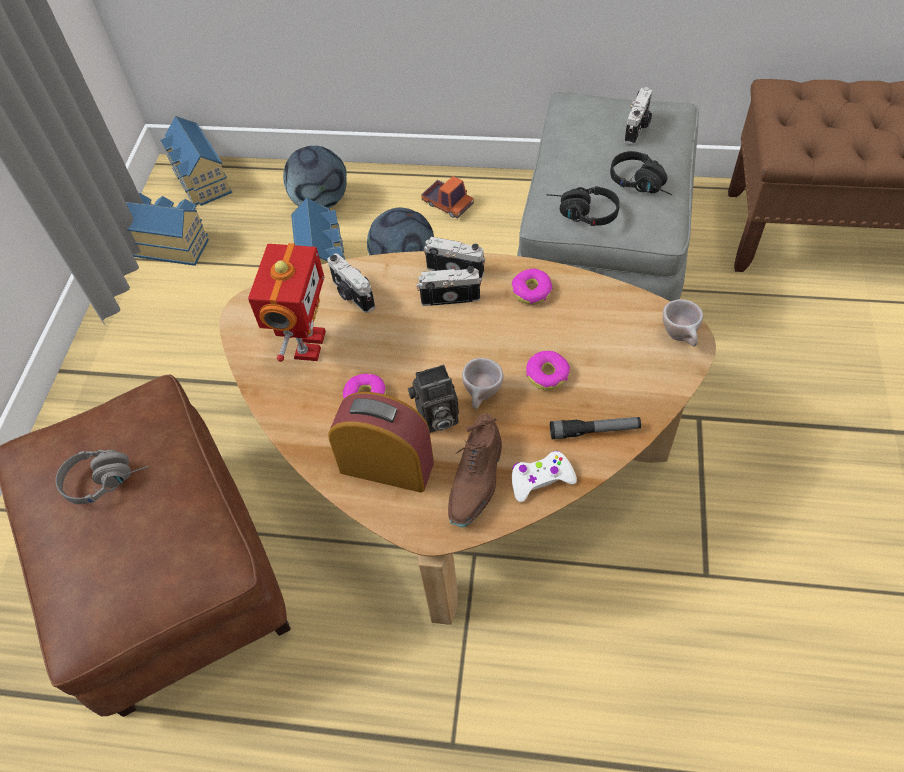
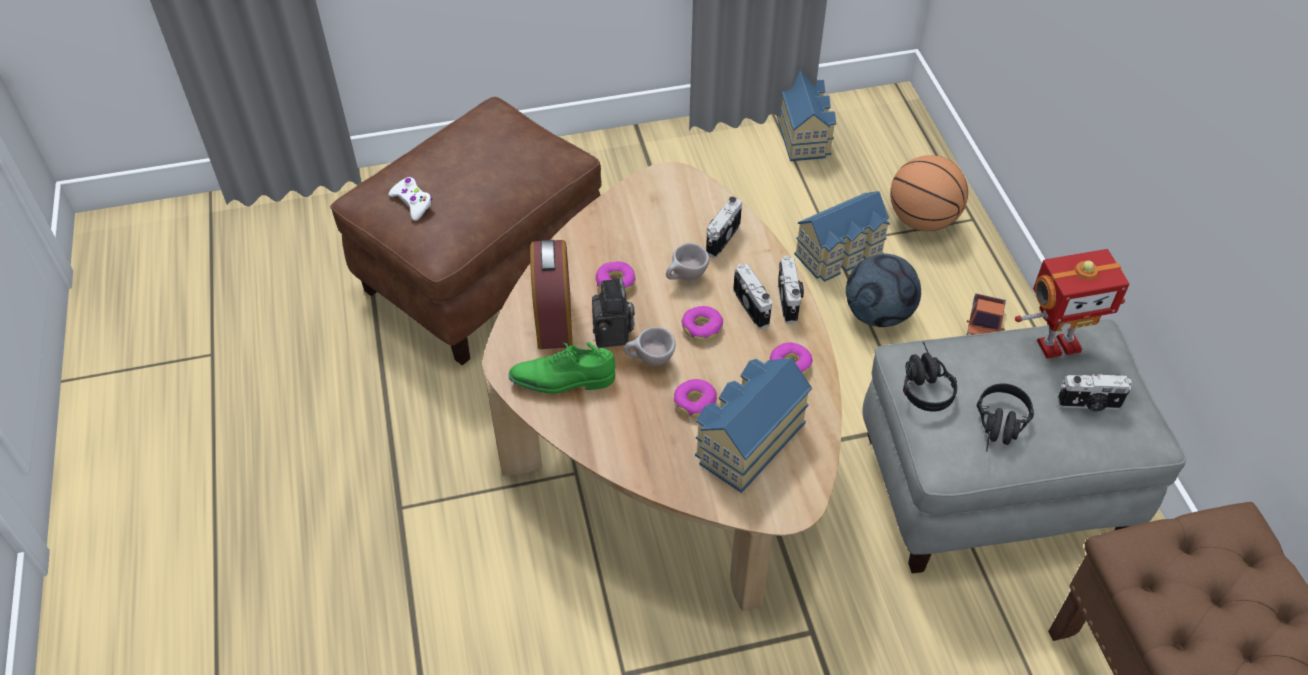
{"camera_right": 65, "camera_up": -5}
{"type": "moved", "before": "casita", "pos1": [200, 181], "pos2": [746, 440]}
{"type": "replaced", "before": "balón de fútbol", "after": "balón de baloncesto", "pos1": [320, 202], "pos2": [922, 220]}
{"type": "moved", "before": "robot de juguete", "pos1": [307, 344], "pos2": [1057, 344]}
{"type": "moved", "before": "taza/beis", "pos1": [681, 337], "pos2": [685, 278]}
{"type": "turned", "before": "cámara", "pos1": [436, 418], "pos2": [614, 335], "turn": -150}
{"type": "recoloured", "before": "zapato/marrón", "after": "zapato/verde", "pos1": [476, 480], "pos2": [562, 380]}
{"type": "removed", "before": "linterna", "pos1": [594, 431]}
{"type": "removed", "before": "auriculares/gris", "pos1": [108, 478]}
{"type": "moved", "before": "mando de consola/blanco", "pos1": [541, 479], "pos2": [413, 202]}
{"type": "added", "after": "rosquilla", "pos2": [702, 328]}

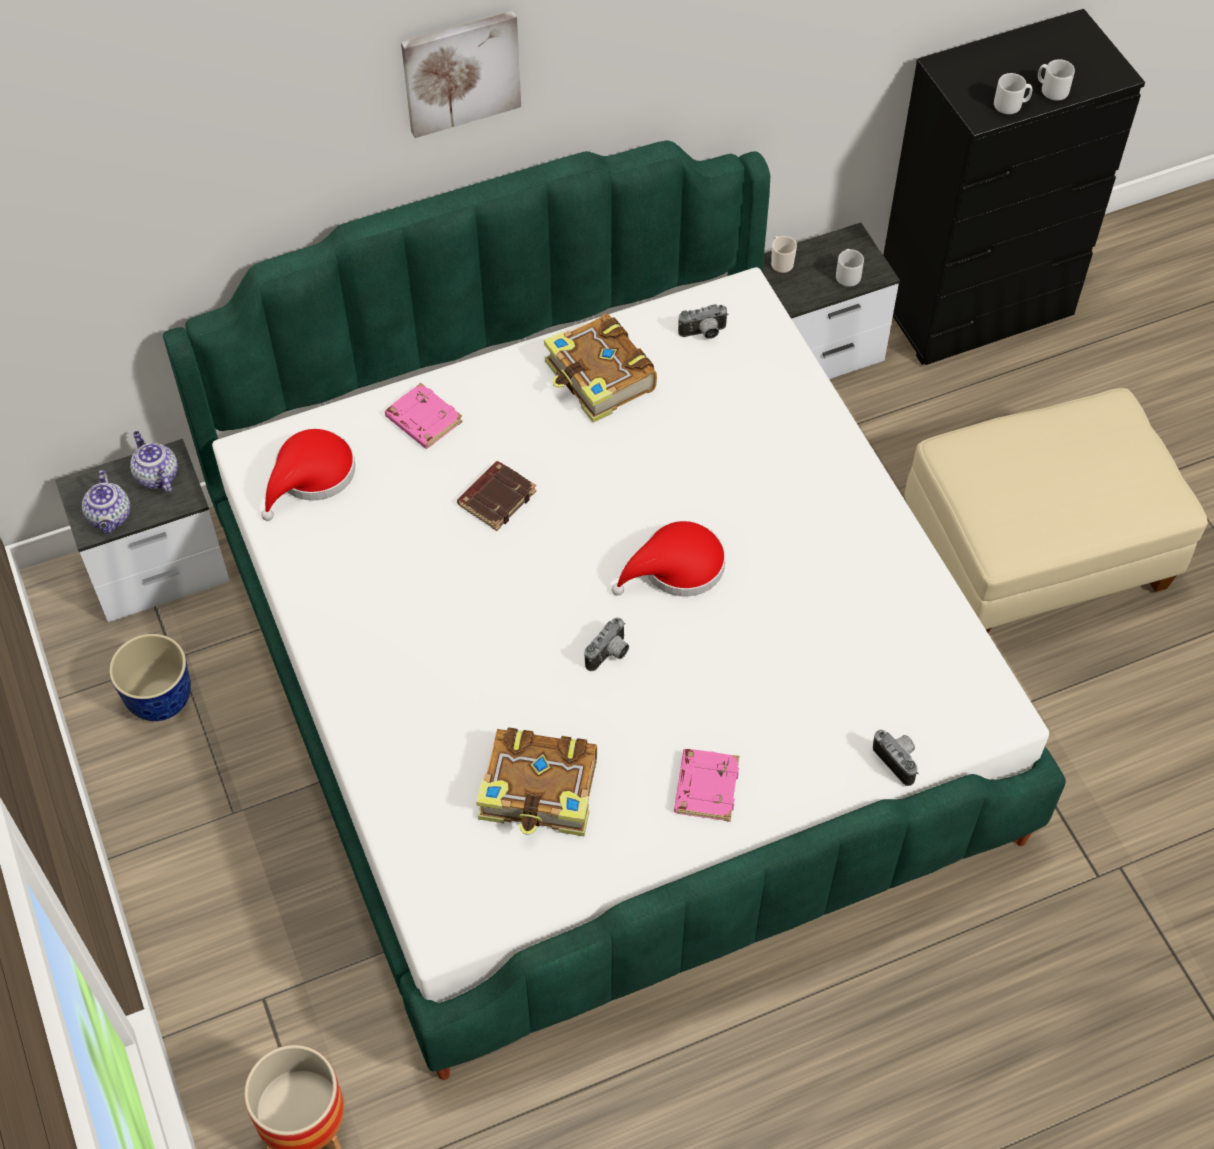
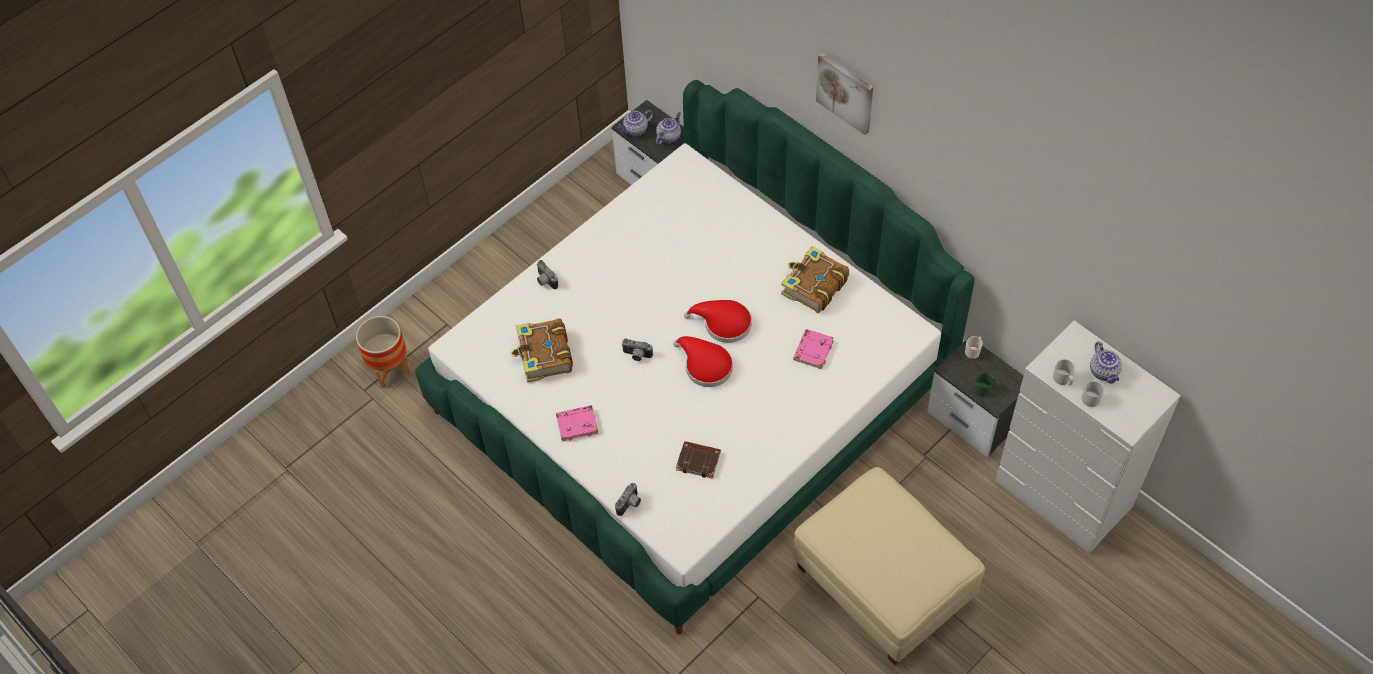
{"camera_right": 70, "camera_up": 0}
{"type": "recoloured", "before": "cómoda/negro", "after": "cómoda/blanco", "pos1": [975, 306], "pos2": [1063, 495]}
{"type": "recoloured", "before": "taza grande/gris", "after": "taza grande/verde", "pos1": [847, 275], "pos2": [984, 388]}
{"type": "moved", "before": "cámara", "pos1": [704, 334], "pos2": [545, 281]}
{"type": "moved", "before": "libro/rosa", "pos1": [422, 420], "pos2": [812, 350]}
{"type": "moved", "before": "sombrero/rojo", "pos1": [311, 476], "pos2": [723, 324]}
{"type": "moved", "before": "libro/marrón", "pos1": [496, 498], "pos2": [699, 461]}
{"type": "removed", "before": "maceta", "pos1": [161, 698]}
{"type": "added", "after": "tetera", "pos2": [1104, 372]}

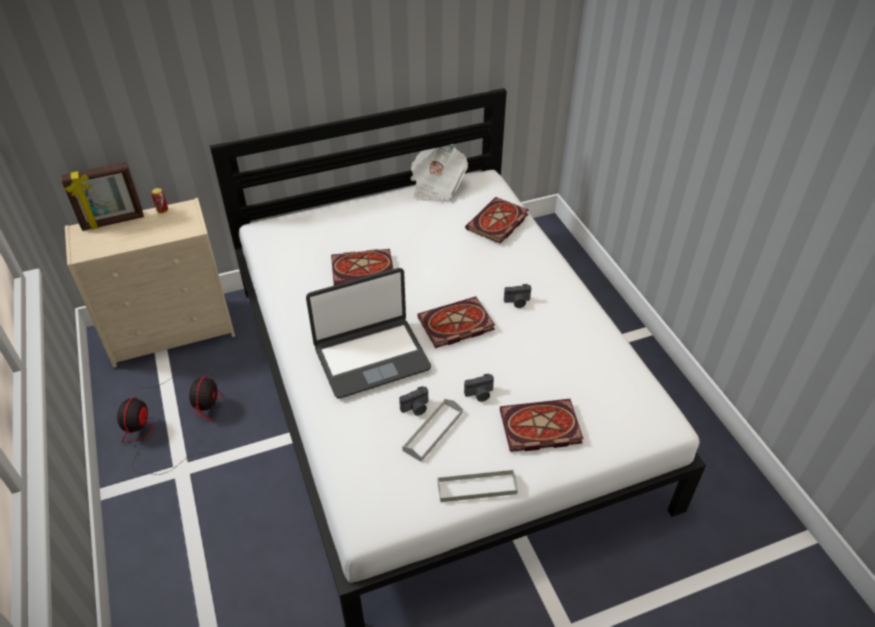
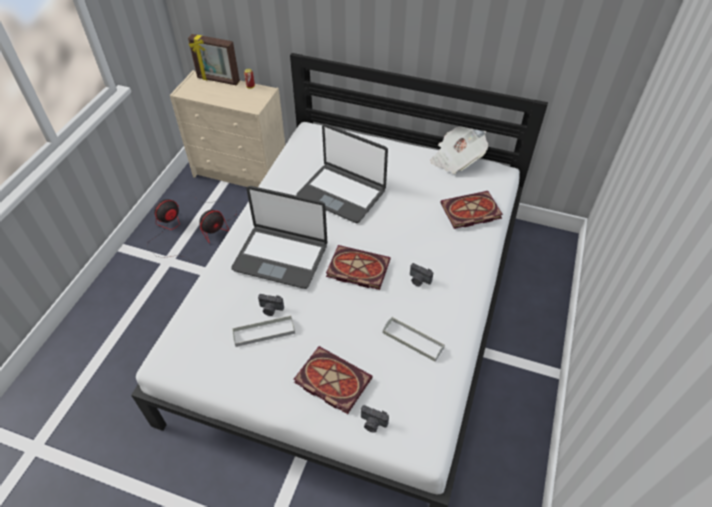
{"camera_right": 40, "camera_up": 5}
{"type": "replaced", "before": "libro", "after": "portátil", "pos1": [364, 269], "pos2": [342, 193]}
{"type": "moved", "before": "cámara", "pos1": [479, 394], "pos2": [372, 423]}
{"type": "moved", "before": "bandeja/gris", "pos1": [477, 487], "pos2": [413, 340]}

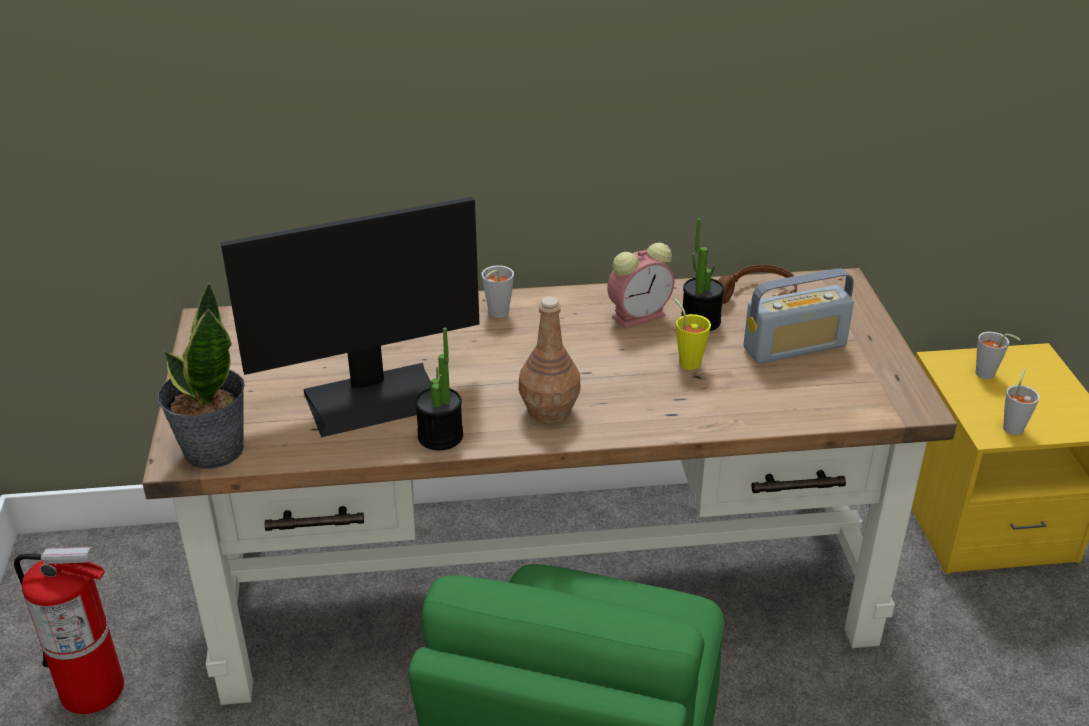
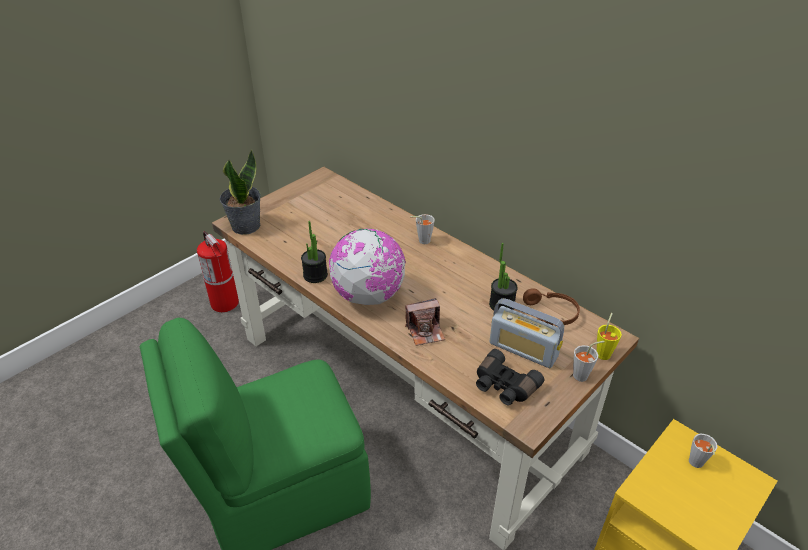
{"camera_right": 50, "camera_up": 5}
{"type": "removed", "before": "monitor", "pos1": [374, 398]}
{"type": "removed", "before": "despertador", "pos1": [640, 315]}
{"type": "replaced", "before": "botella/marrón", "after": "globo terráqueo", "pos1": [550, 410], "pos2": [369, 295]}
{"type": "moved", "before": "taza/amarillo", "pos1": [687, 360], "pos2": [604, 352]}
{"type": "moved", "before": "taza/gris", "pos1": [1014, 426], "pos2": [583, 375]}
{"type": "added", "after": "cámara", "pos2": [425, 331]}
{"type": "added", "after": "prismáticos/negro", "pos2": [503, 386]}

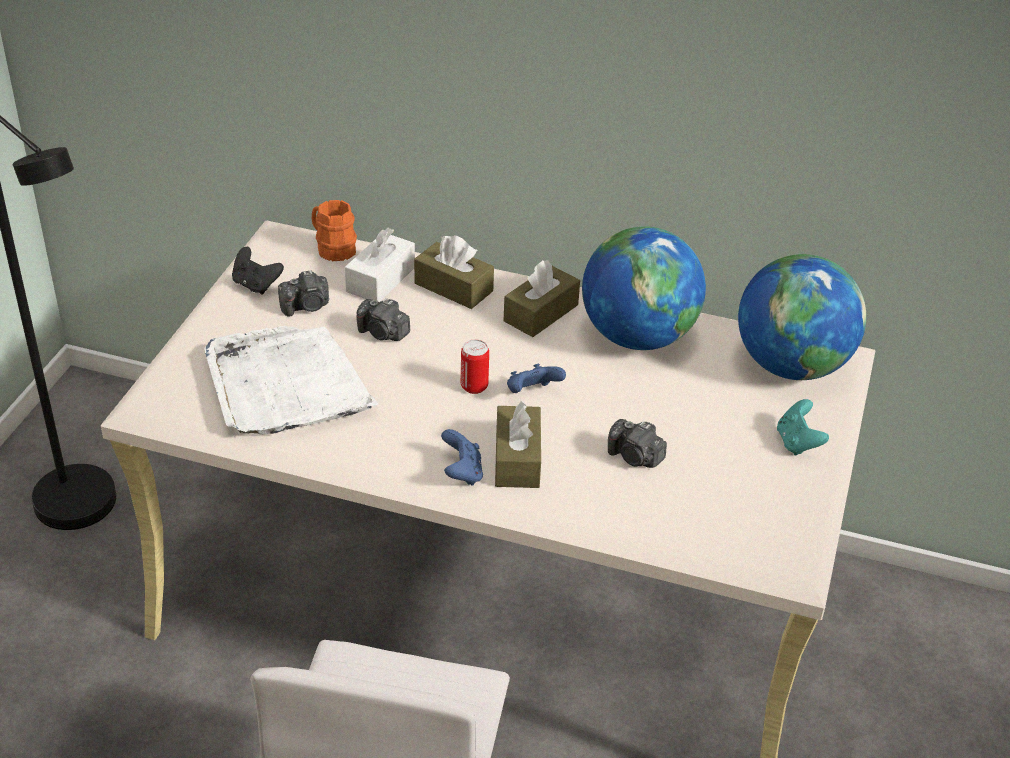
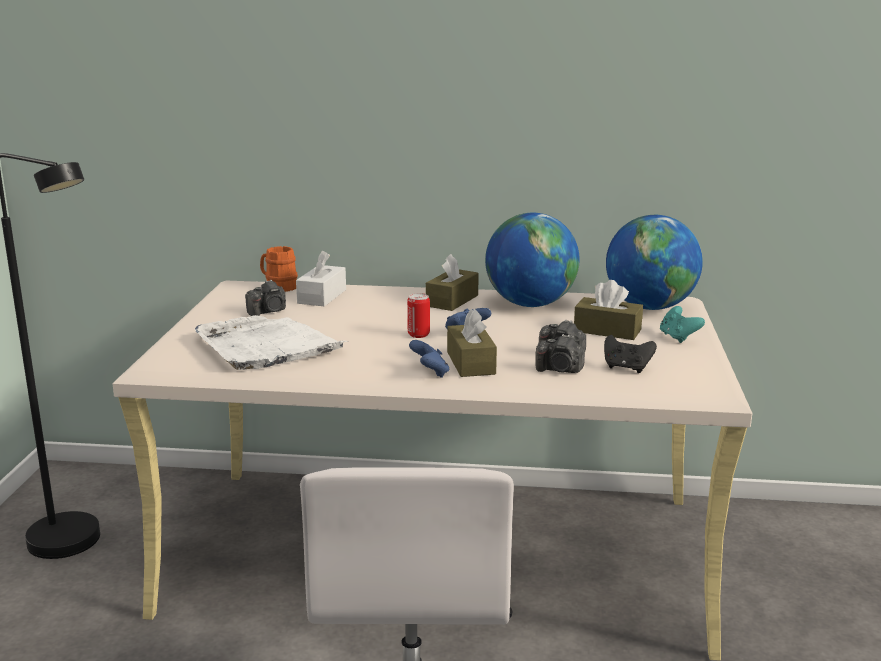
{"camera_right": -10, "camera_up": -20}
{"type": "moved", "before": "caja de pañuelos/marrón", "pos1": [453, 287], "pos2": [607, 330]}
{"type": "moved", "before": "mando de consola/negro", "pos1": [256, 285], "pos2": [626, 368]}
{"type": "moved", "before": "cámara", "pos1": [383, 333], "pos2": [559, 370]}

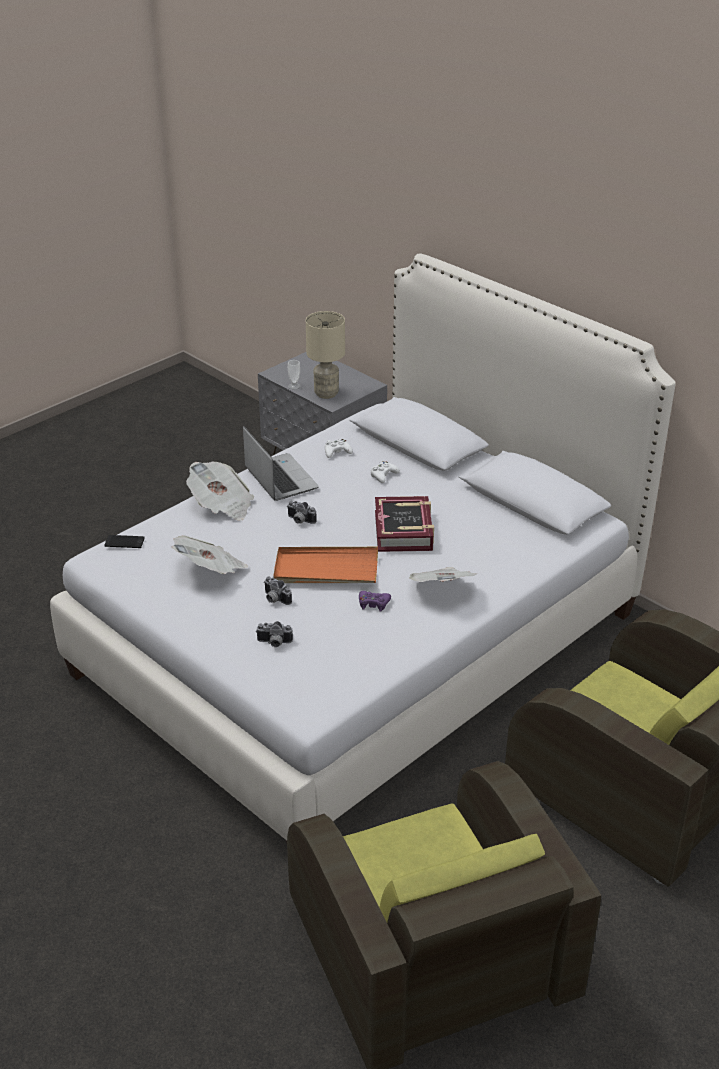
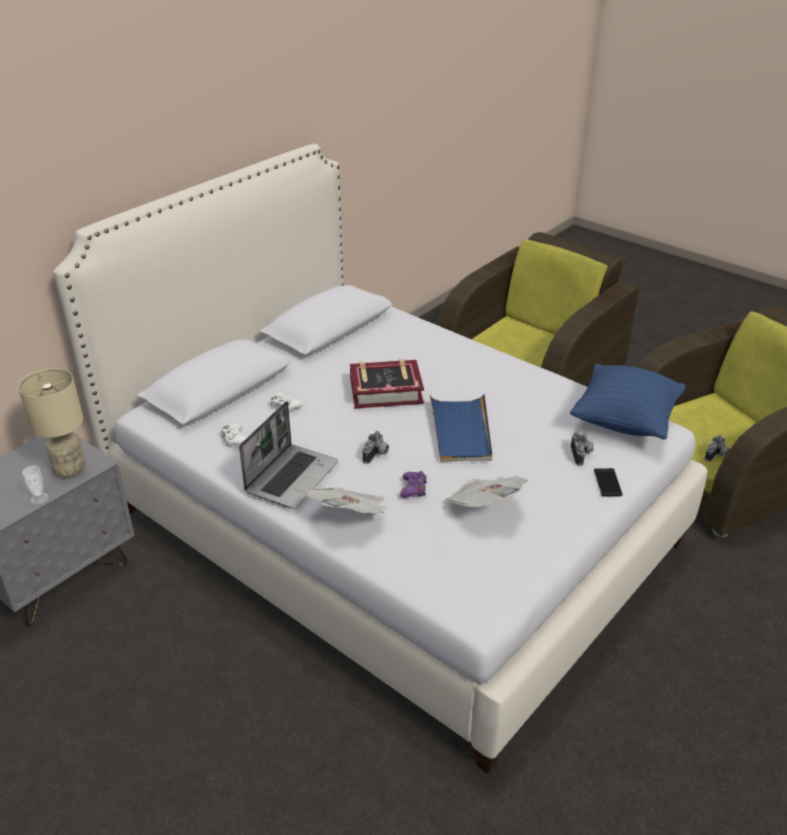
{"camera_right": -95, "camera_up": 0}
{"type": "turned", "before": "portátil", "pos1": [279, 479], "pos2": [291, 477], "turn": 150}
{"type": "moved", "before": "móvil", "pos1": [124, 542], "pos2": [607, 482]}
{"type": "recoloured", "before": "bandeja/naranja", "after": "bandeja/azul", "pos1": [326, 569], "pos2": [461, 431]}
{"type": "removed", "before": "periódico", "pos1": [441, 589]}
{"type": "moved", "before": "cámara", "pos1": [274, 599], "pos2": [716, 455]}
{"type": "moved", "before": "mando de consola/morado", "pos1": [373, 604], "pos2": [413, 489]}
{"type": "added", "after": "cojín/azul", "pos2": [624, 421]}

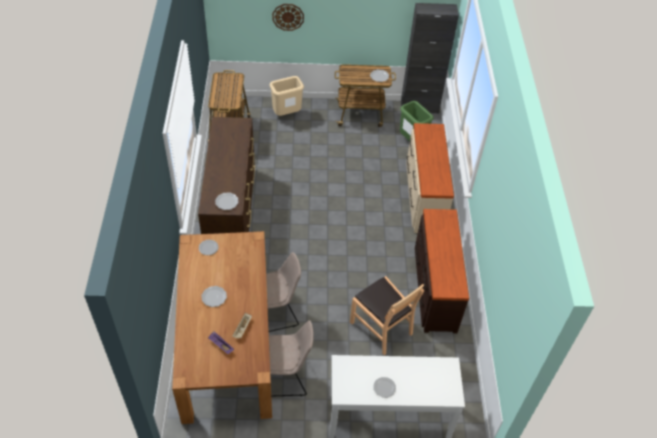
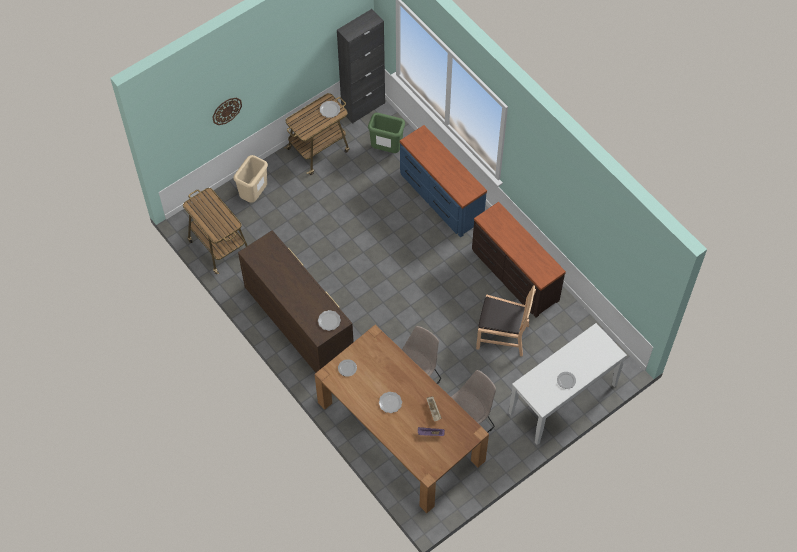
{"camera_right": -35, "camera_up": 10}
{"type": "recoloured", "before": "cómoda/beis", "after": "cómoda/azul", "pos1": [423, 196], "pos2": [440, 197]}

